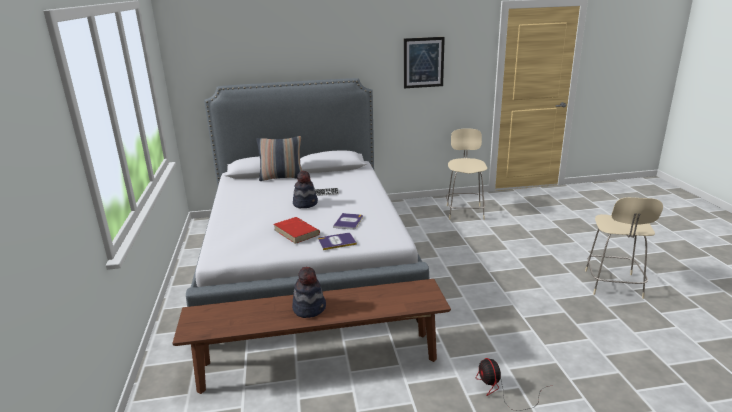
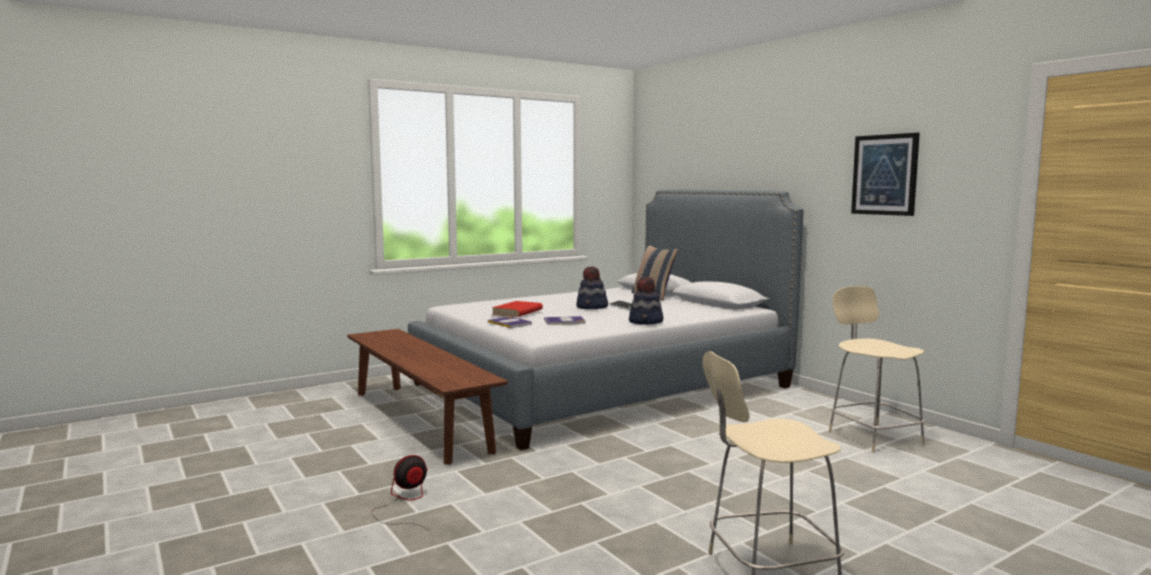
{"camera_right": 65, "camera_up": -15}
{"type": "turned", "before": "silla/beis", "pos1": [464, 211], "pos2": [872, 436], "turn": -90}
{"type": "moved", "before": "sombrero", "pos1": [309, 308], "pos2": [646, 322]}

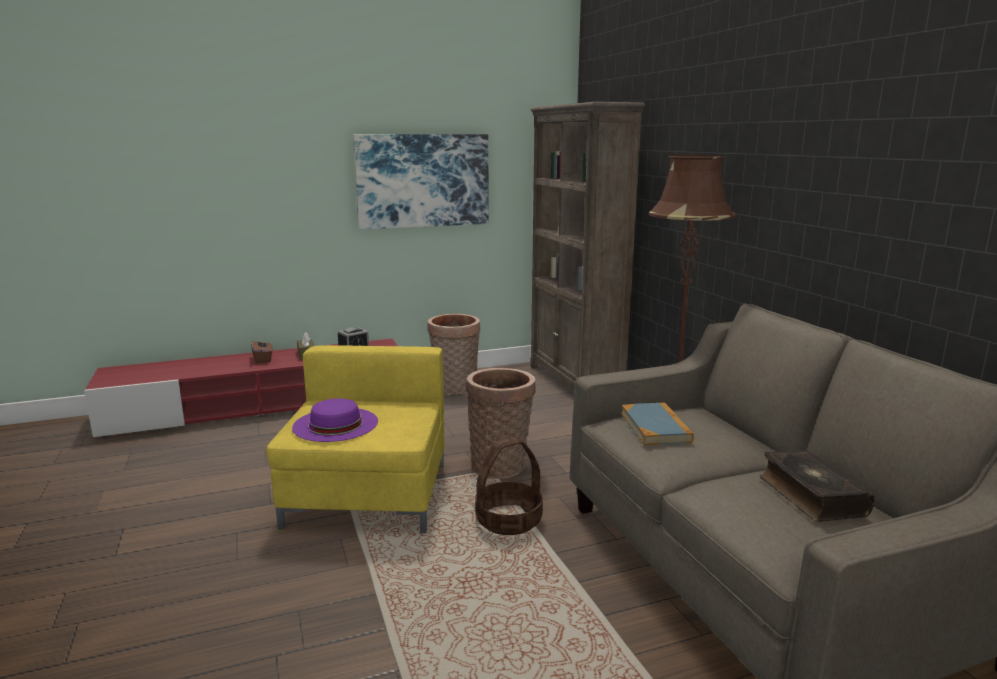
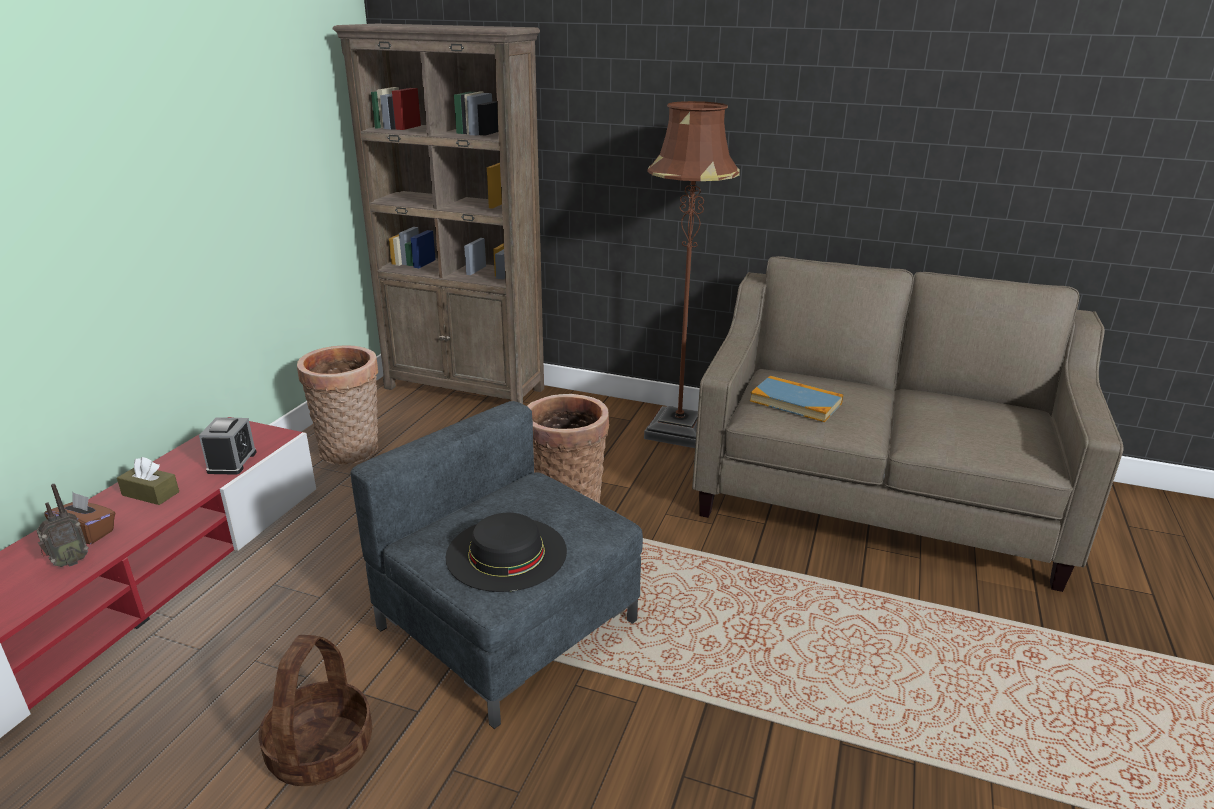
{"camera_right": -50, "camera_up": 10}
{"type": "removed", "before": "cuadro", "pos1": [423, 180]}
{"type": "recoloured", "before": "sillón/amarillo", "after": "sillón/gris", "pos1": [366, 496], "pos2": [508, 626]}
{"type": "recoloured", "before": "sombrero/morado", "after": "sombrero/negro", "pos1": [335, 424], "pos2": [506, 553]}
{"type": "moved", "before": "cesta", "pos1": [508, 521], "pos2": [321, 750]}
{"type": "removed", "before": "libro", "pos1": [810, 496]}
{"type": "added", "after": "radio", "pos2": [69, 562]}

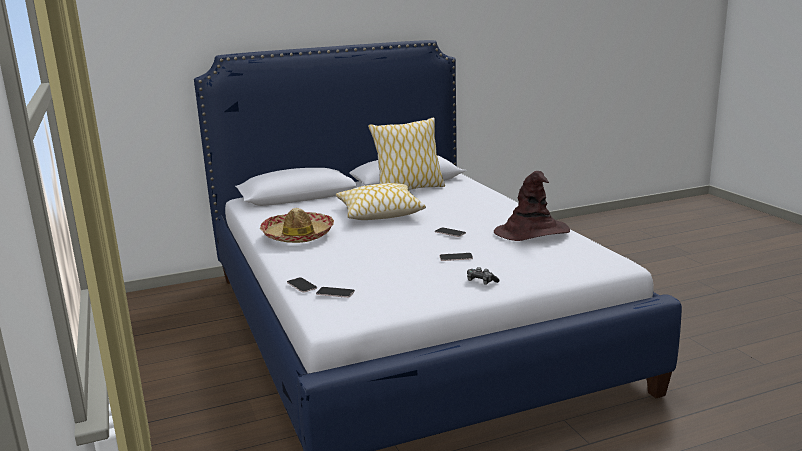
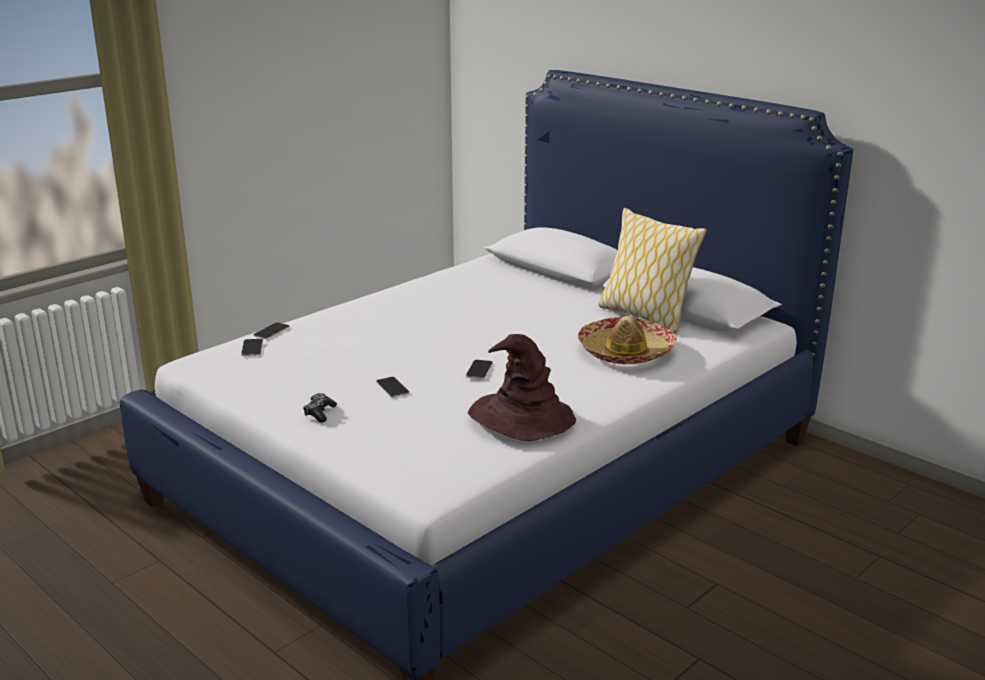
{"camera_right": 65, "camera_up": 5}
{"type": "removed", "before": "cojín", "pos1": [379, 213]}
{"type": "moved", "before": "sombrero", "pos1": [298, 235], "pos2": [626, 352]}

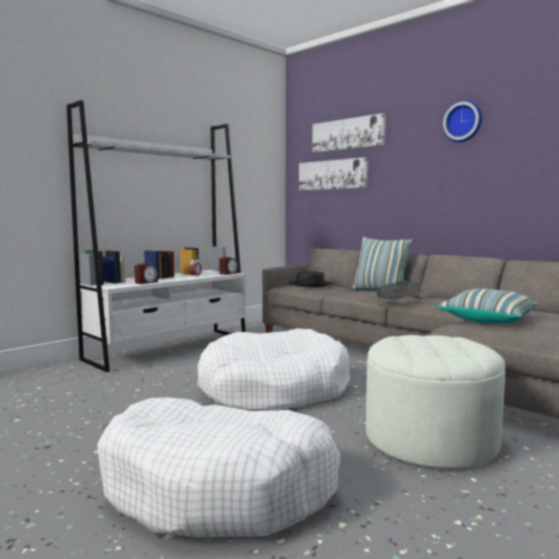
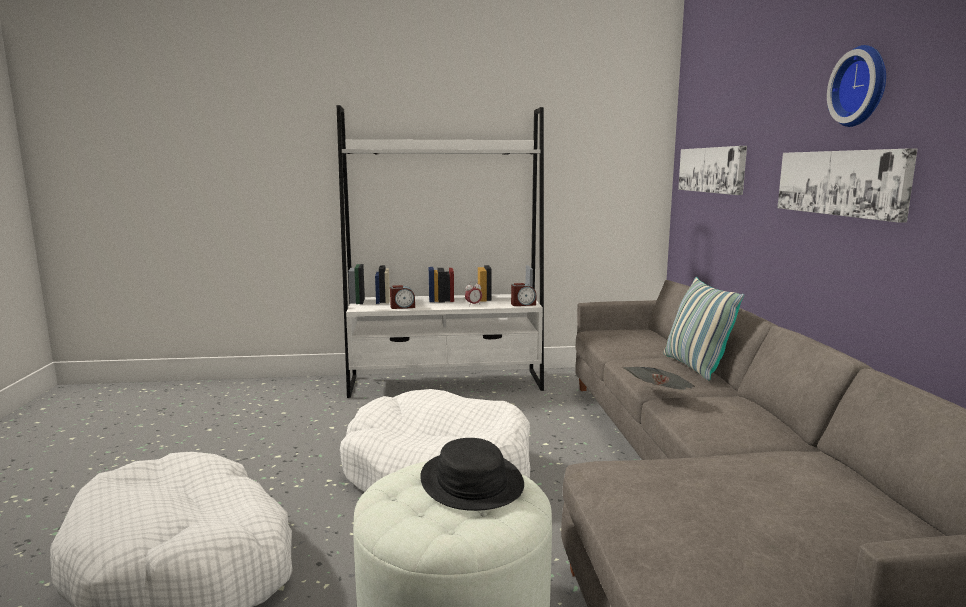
{"camera_right": 40, "camera_up": 5}
{"type": "moved", "before": "cuadro", "pos1": [348, 134], "pos2": [840, 183]}
{"type": "moved", "before": "sombrero/negro", "pos1": [310, 284], "pos2": [471, 482]}
{"type": "removed", "before": "cojín", "pos1": [488, 320]}

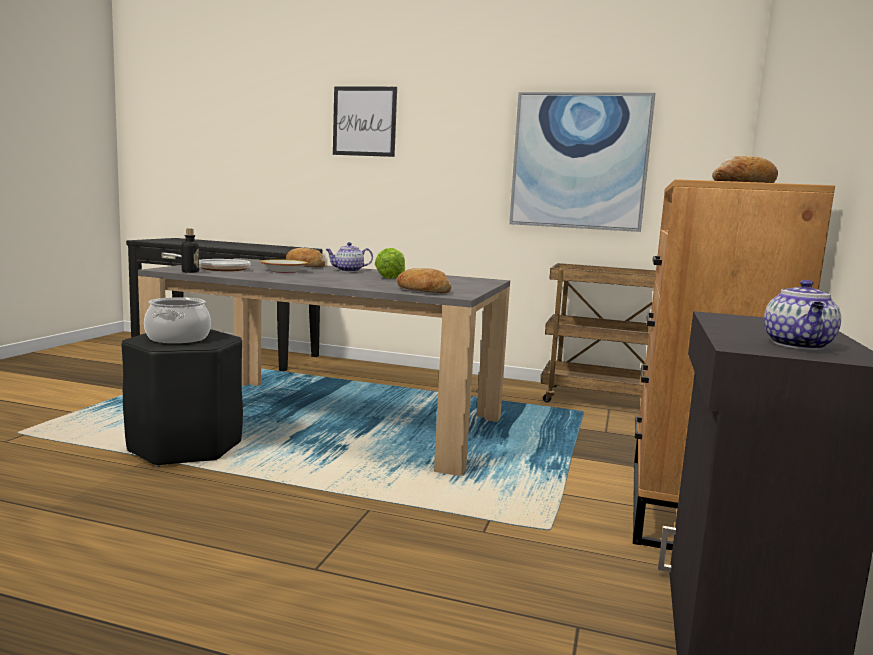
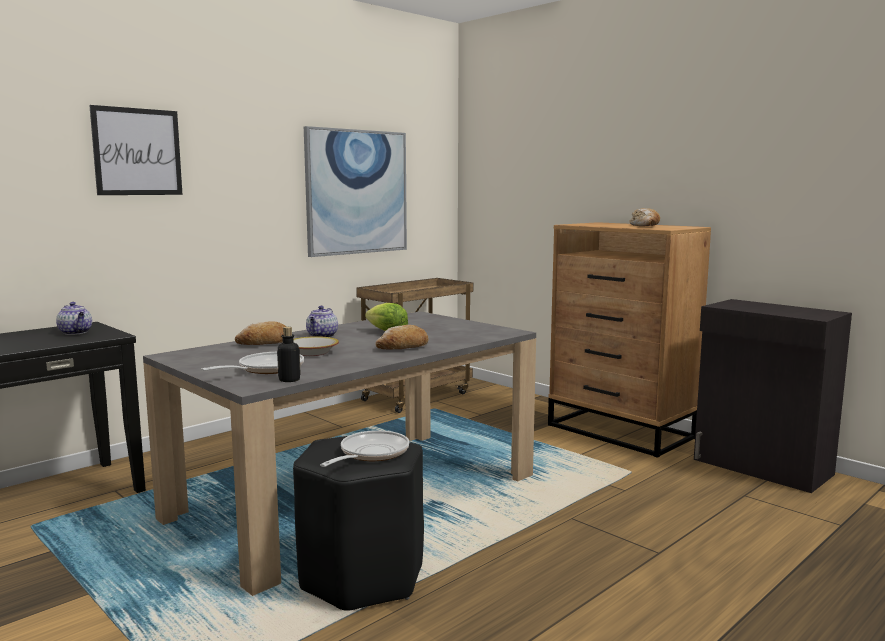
{"camera_right": -60, "camera_up": 0}
{"type": "moved", "before": "pan", "pos1": [422, 291], "pos2": [403, 347]}
{"type": "moved", "before": "tetera", "pos1": [799, 345], "pos2": [76, 332]}
{"type": "replaced", "before": "olla", "after": "sartén", "pos1": [177, 338], "pos2": [370, 454]}

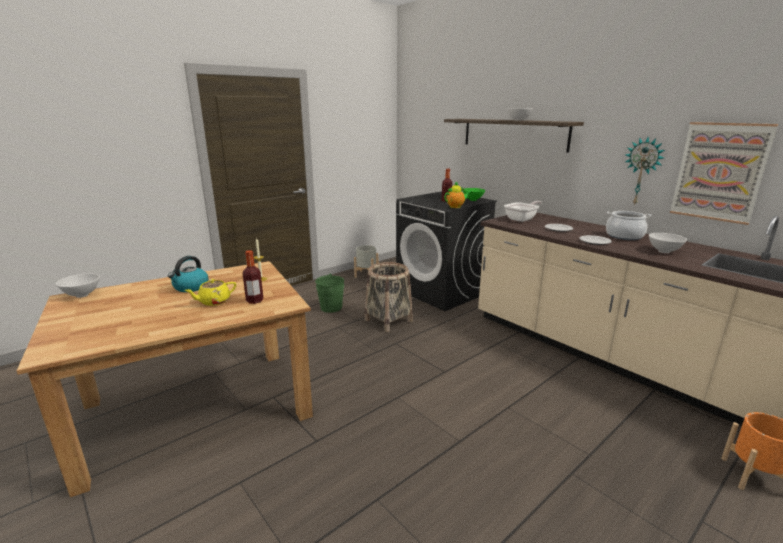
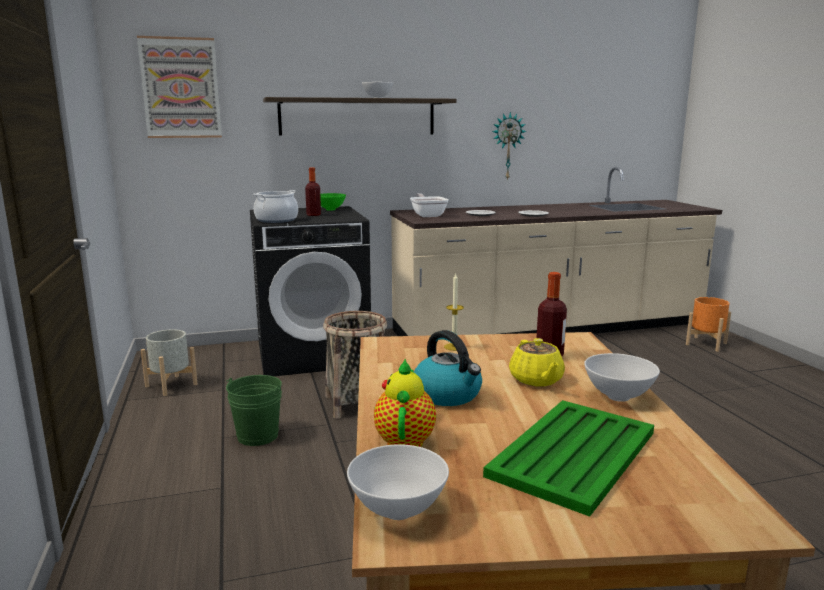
{"camera_right": -65, "camera_up": -5}
{"type": "moved", "before": "cuadro", "pos1": [719, 172], "pos2": [181, 88]}
{"type": "moved", "before": "tetera", "pos1": [456, 206], "pos2": [405, 439]}
{"type": "moved", "before": "olla", "pos1": [624, 236], "pos2": [276, 220]}
{"type": "moved", "before": "cuenco/blanco", "pos1": [664, 251], "pos2": [619, 397]}
{"type": "added", "after": "bandeja/verde", "pos2": [575, 453]}

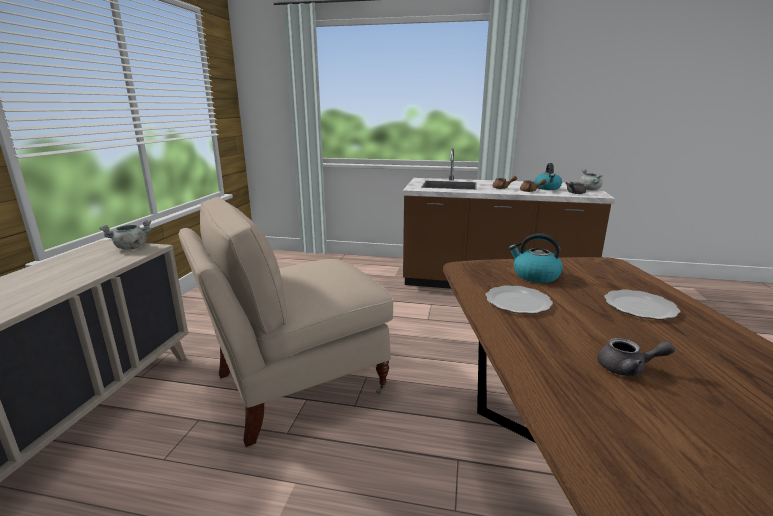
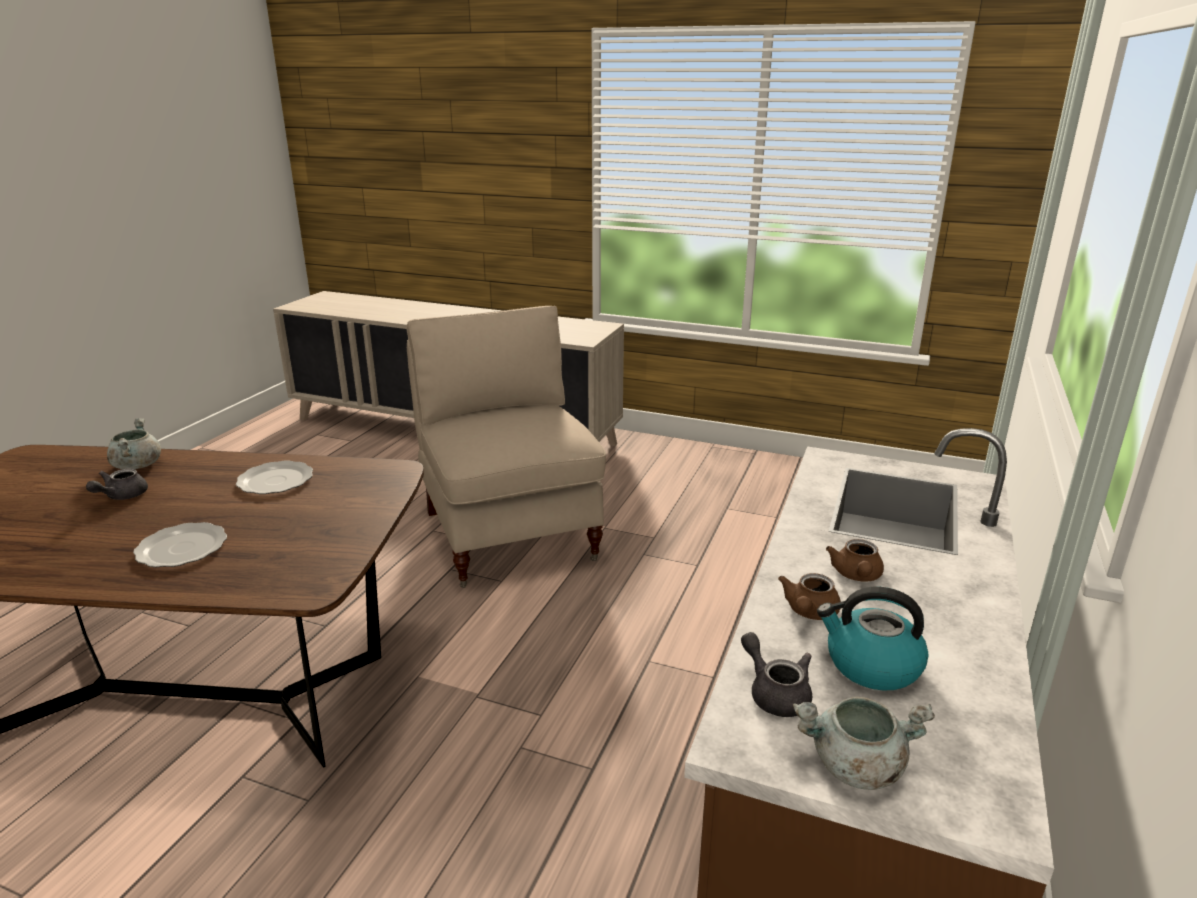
{"camera_right": 100, "camera_up": 5}
{"type": "moved", "before": "olla/gris", "pos1": [130, 248], "pos2": [137, 465]}
{"type": "removed", "before": "hervidor", "pos1": [535, 276]}

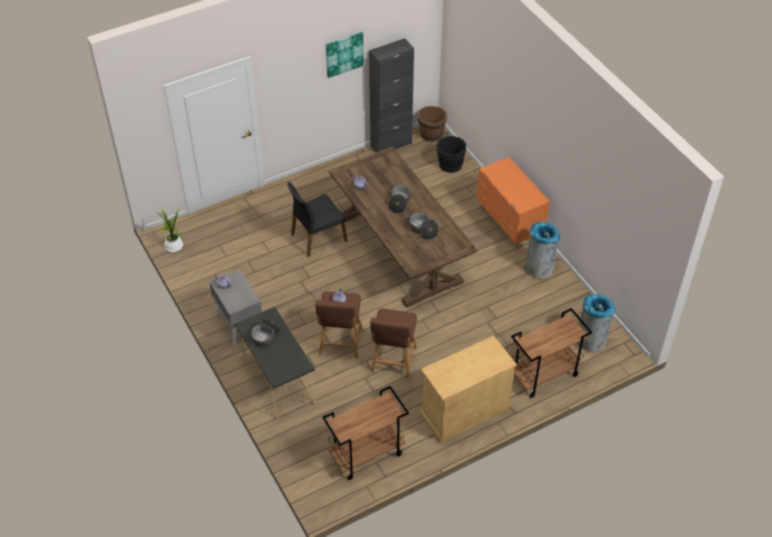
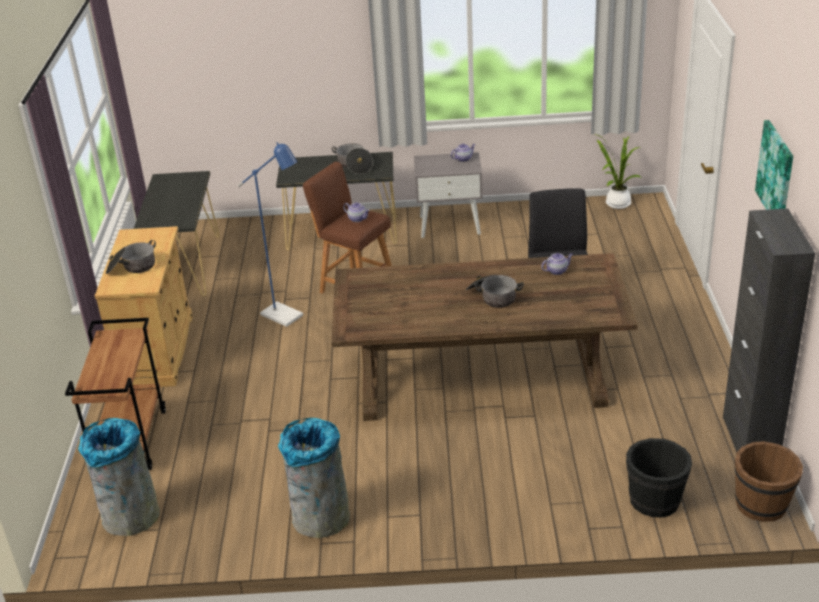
{"camera_right": 120, "camera_up": -15}
{"type": "removed", "before": "cómoda/naranja", "pos1": [509, 225]}
{"type": "moved", "before": "olla", "pos1": [423, 230], "pos2": [132, 267]}
{"type": "replaced", "before": "taburete/marrón", "after": "lámpara de pie/azul", "pos1": [393, 361], "pos2": [287, 317]}
{"type": "replaced", "before": "carrito/marrón", "after": "mesa consola/negro", "pos1": [366, 454], "pos2": [185, 266]}

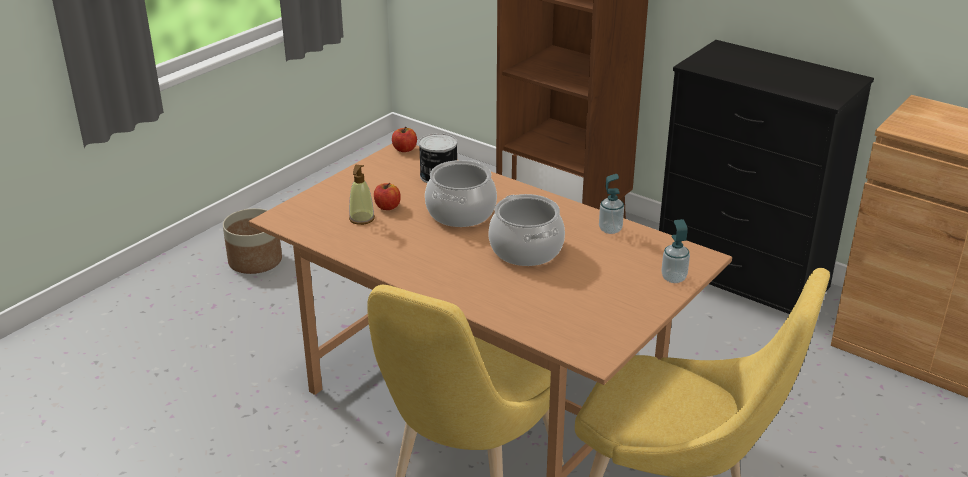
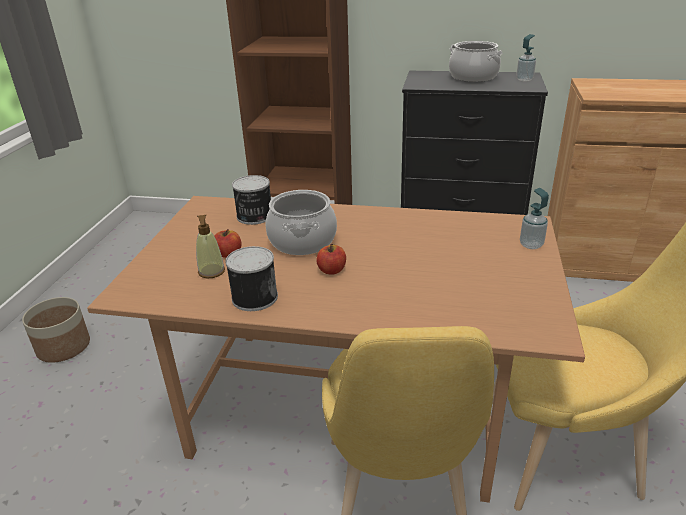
{"camera_right": -25, "camera_up": 0}
{"type": "moved", "before": "manzana", "pos1": [404, 149], "pos2": [332, 270]}
{"type": "moved", "before": "dispensador de jabón", "pos1": [610, 229], "pos2": [524, 79]}
{"type": "moved", "before": "olla", "pos1": [525, 250], "pos2": [473, 77]}
{"type": "added", "after": "lata", "pos2": [253, 297]}

